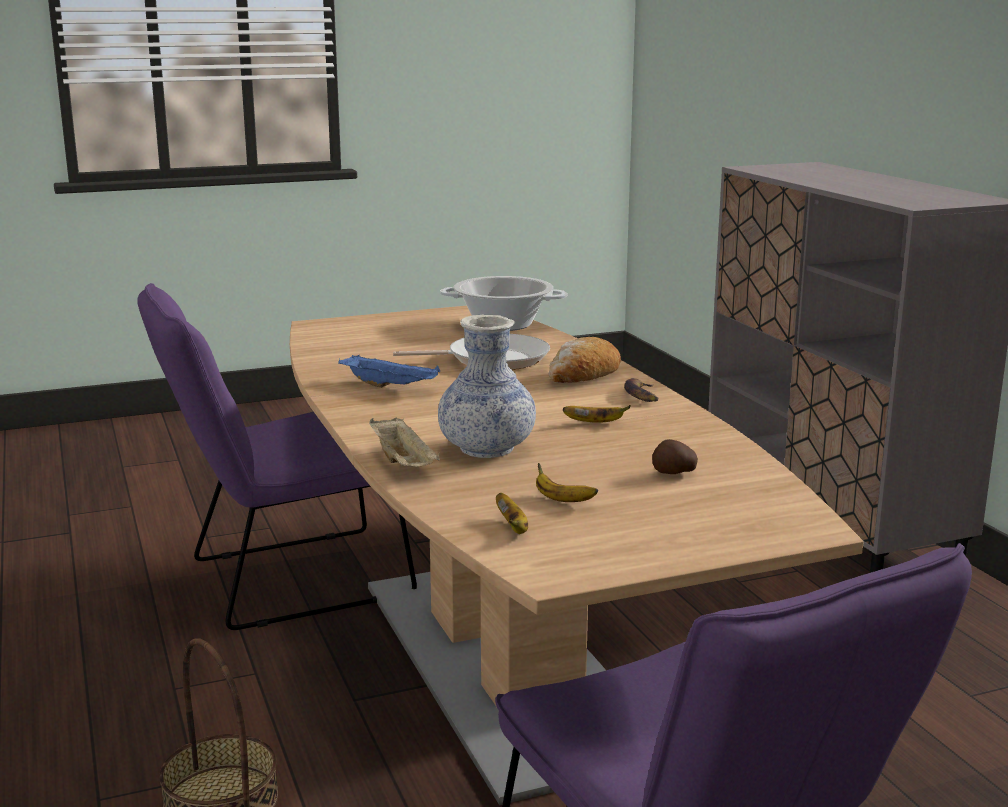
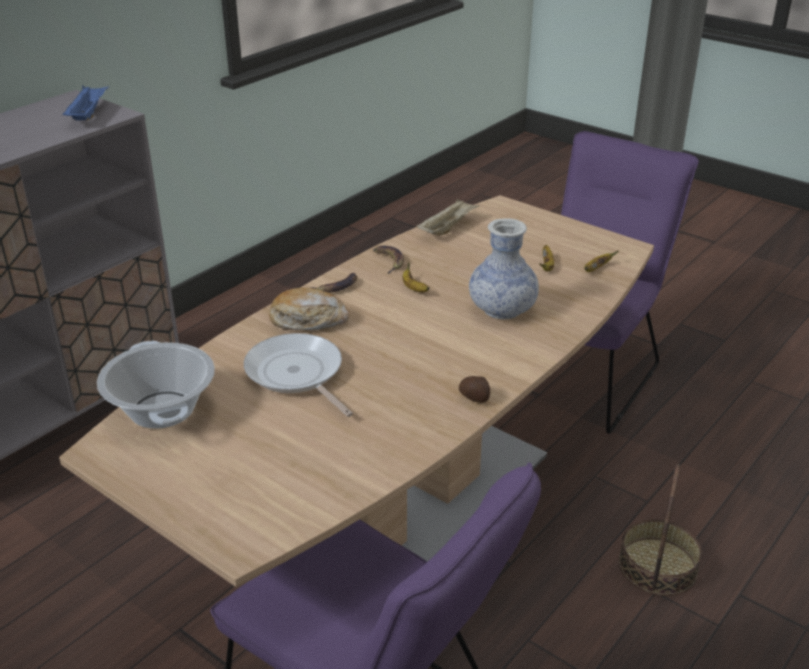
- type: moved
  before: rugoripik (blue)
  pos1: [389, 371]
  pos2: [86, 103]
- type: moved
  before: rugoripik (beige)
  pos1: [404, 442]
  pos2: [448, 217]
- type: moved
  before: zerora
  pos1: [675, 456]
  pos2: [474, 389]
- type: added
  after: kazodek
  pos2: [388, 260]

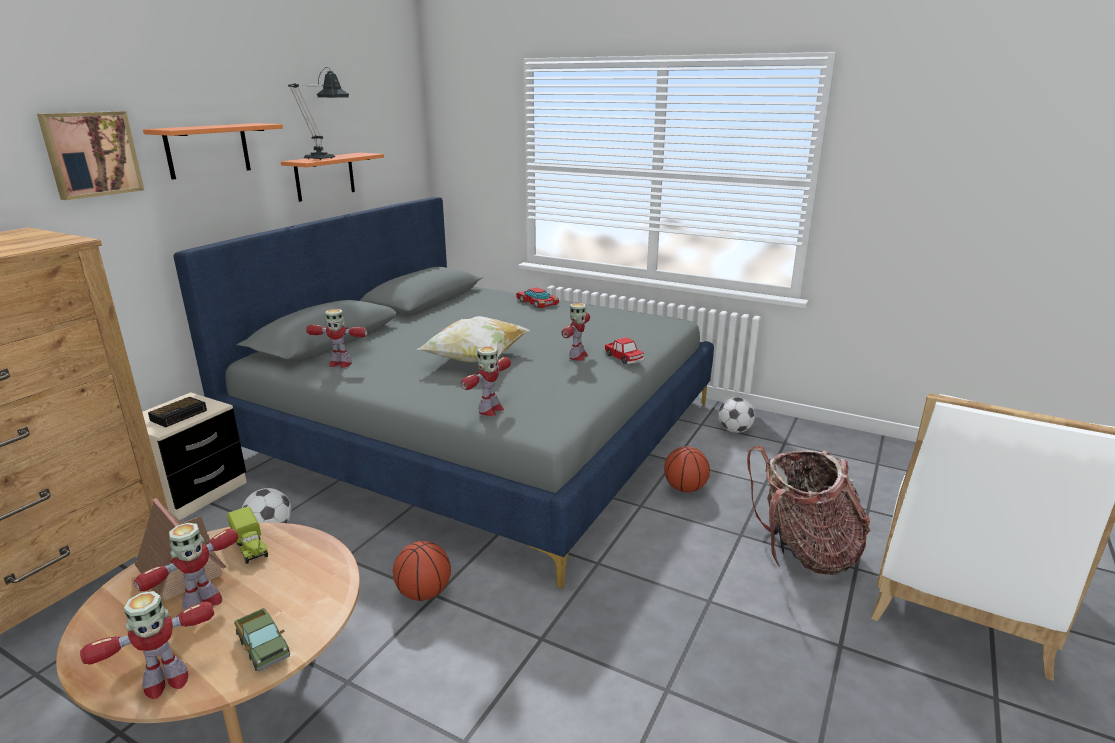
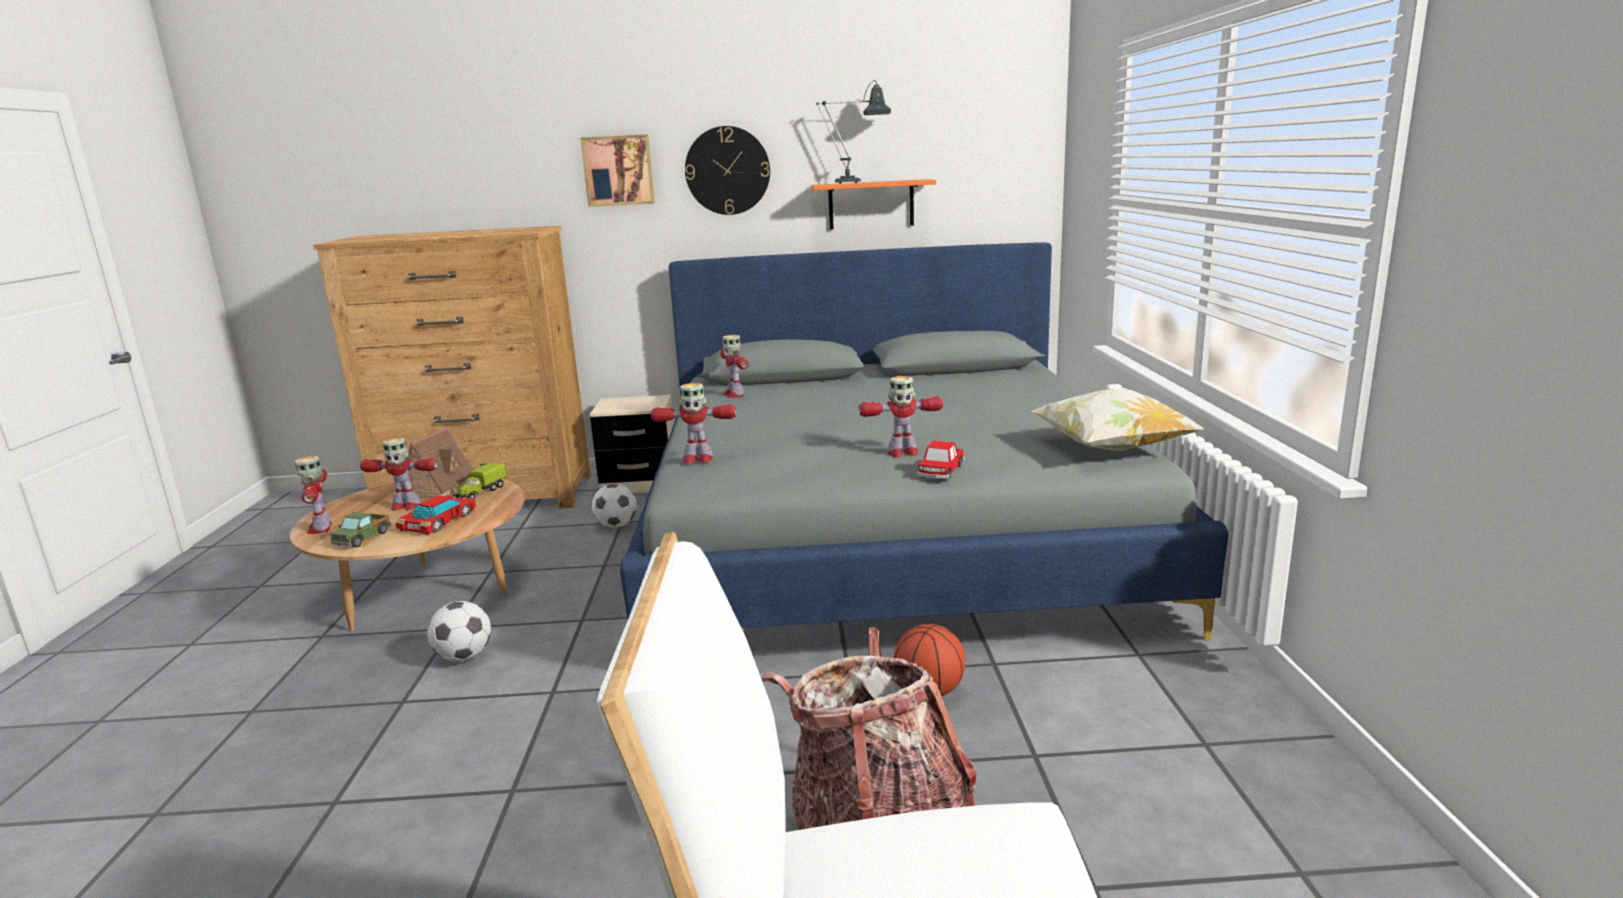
- type: turned
  before: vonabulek
  pos1: [147, 645]
  pos2: [313, 495]
  turn: 45
- type: replaced
  before: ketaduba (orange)
  after: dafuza
  pos1: [213, 151]
  pos2: [727, 170]
- type: removed
  before: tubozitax
  pos1: [177, 412]
- type: removed
  before: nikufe
  pos1: [422, 571]
- type: moved
  before: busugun
  pos1: [474, 339]
  pos2: [1118, 420]
- type: moved
  before: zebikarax
  pos1: [537, 297]
  pos2: [435, 515]
- type: moved
  before: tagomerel
  pos1: [736, 415]
  pos2: [459, 631]

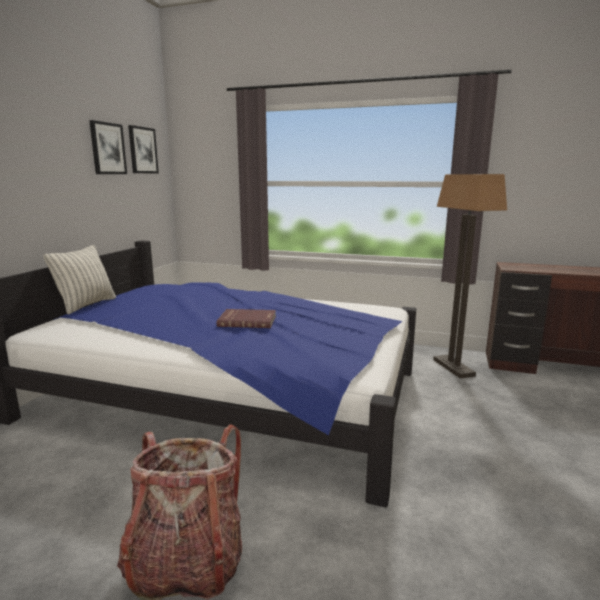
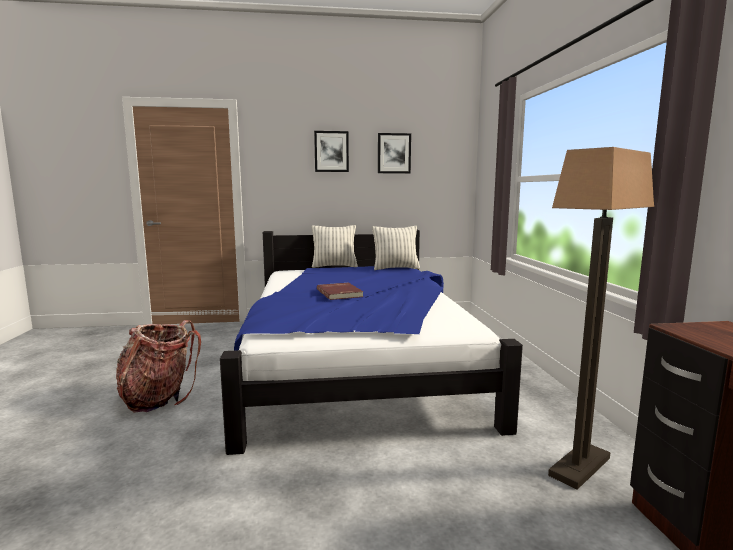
- type: moved
  before: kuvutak
  pos1: [143, 149]
  pos2: [331, 151]
- type: added
  after: busugun
  pos2: [396, 248]

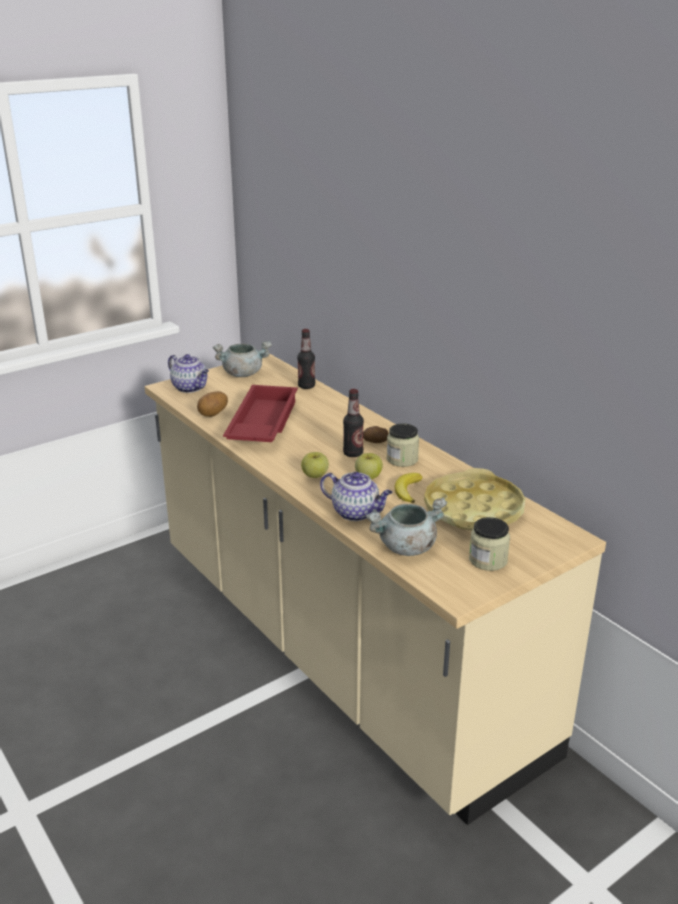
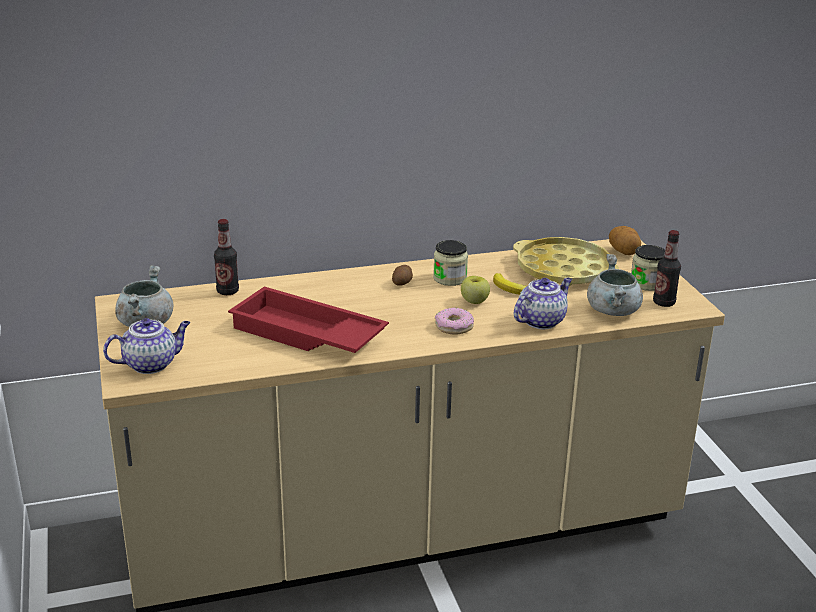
- type: moved
  before: zerora
  pos1: [212, 404]
  pos2: [625, 240]
- type: replaced
  before: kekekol
  after: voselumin
  pos1: [315, 465]
  pos2: [454, 321]
- type: moved
  before: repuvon
  pos1: [353, 423]
  pos2: [667, 268]

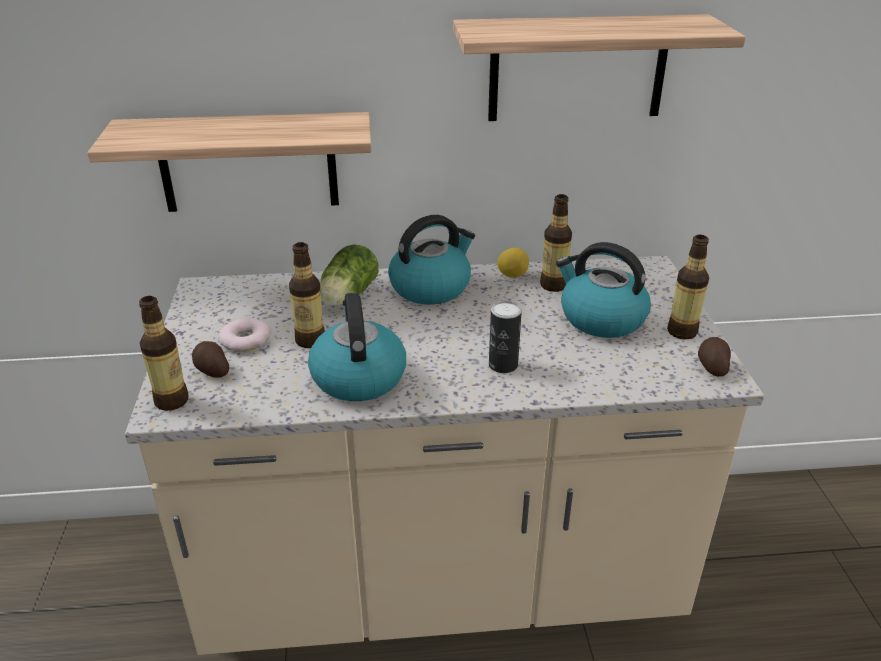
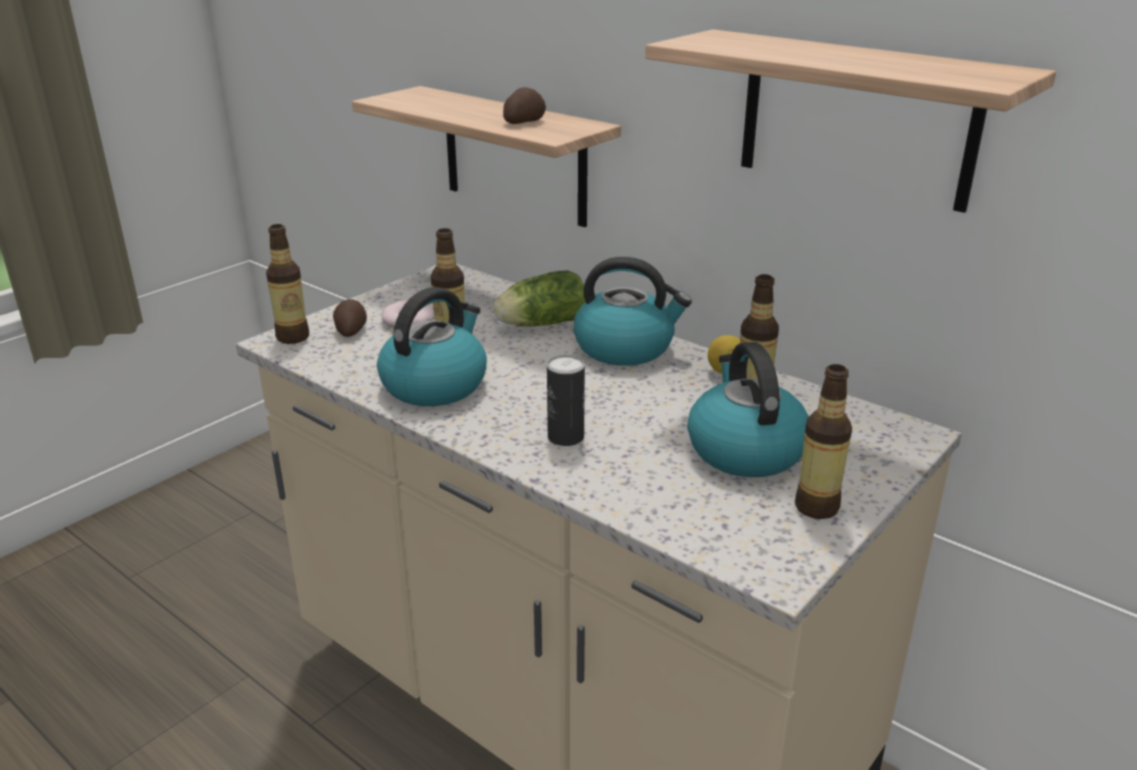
- type: moved
  before: zerora
  pos1: [714, 357]
  pos2: [524, 105]

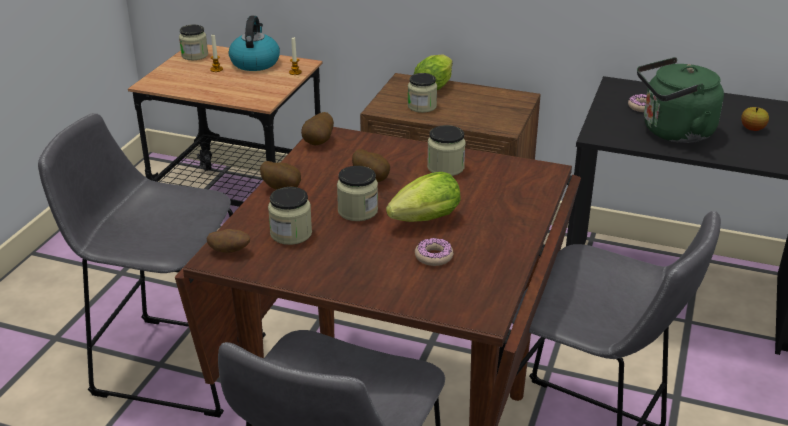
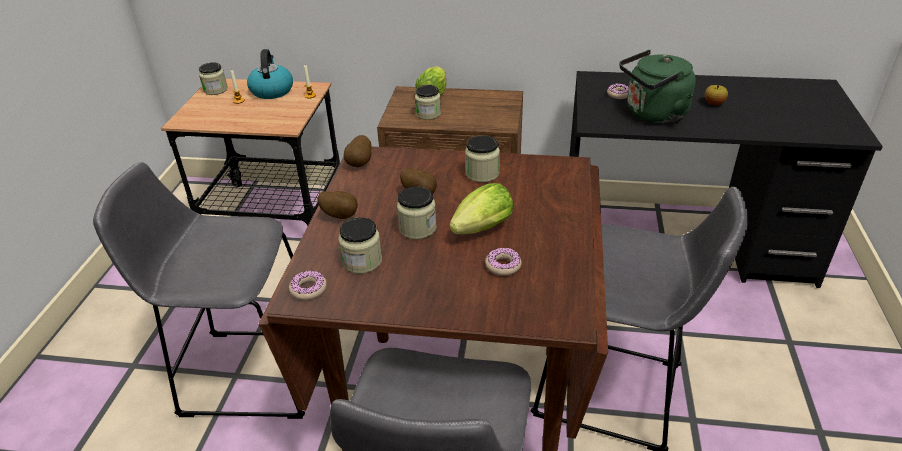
- type: replaced
  before: zerora
  after: voselumin
  pos1: [228, 241]
  pos2: [308, 285]

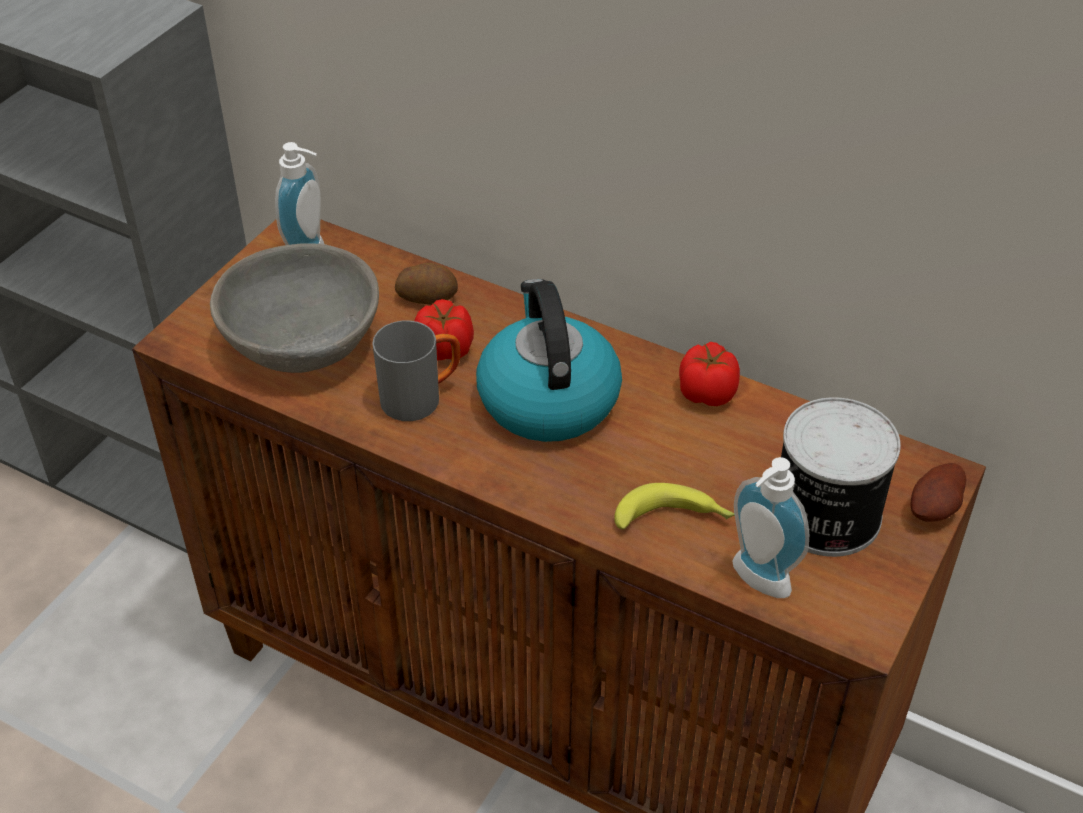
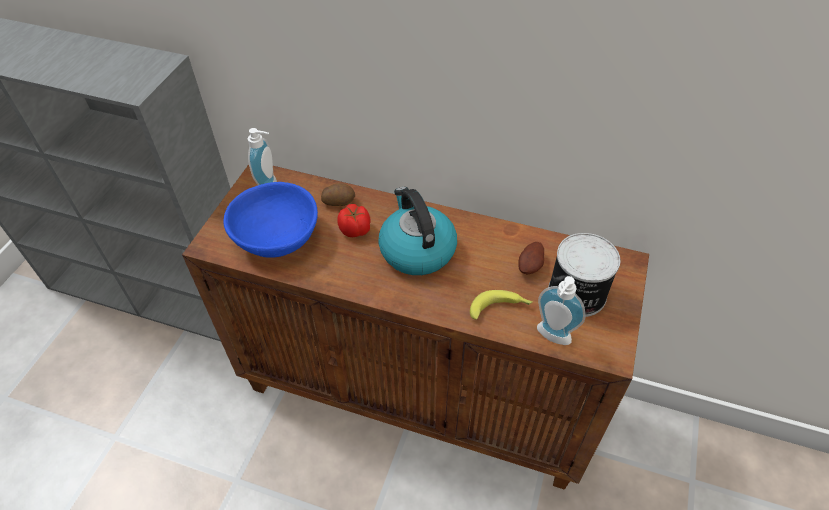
- type: recoloured
  before: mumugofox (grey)
  after: mumugofox (blue)
  pos1: [294, 308]
  pos2: [270, 220]
- type: removed
  before: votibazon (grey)
  pos1: [416, 370]
- type: removed
  before: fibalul
  pos1: [709, 374]
- type: moved
  before: zerora
  pos1: [938, 492]
  pos2: [531, 258]

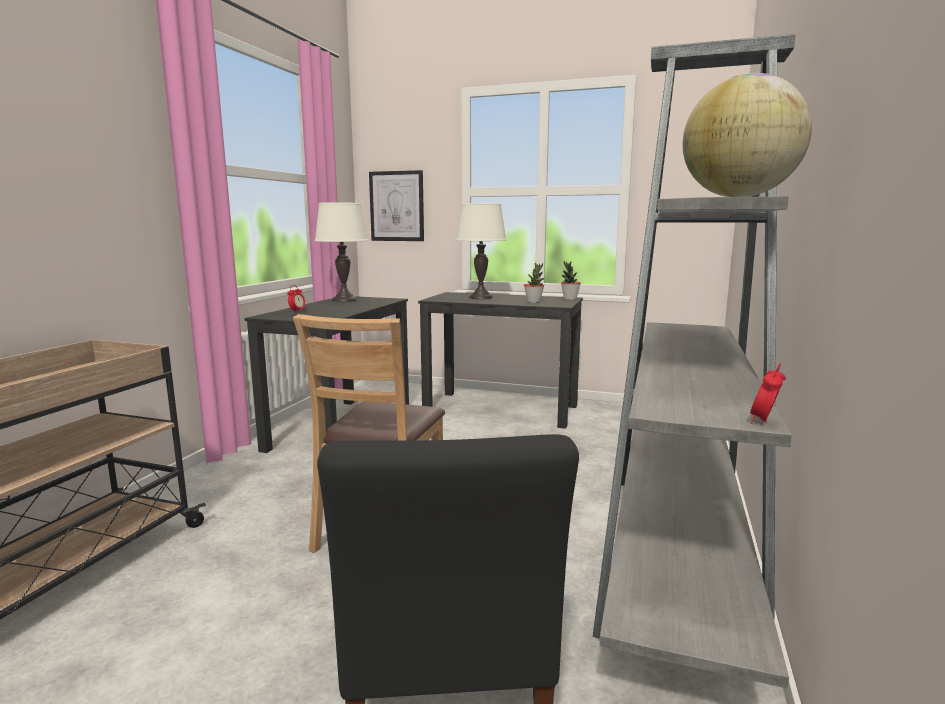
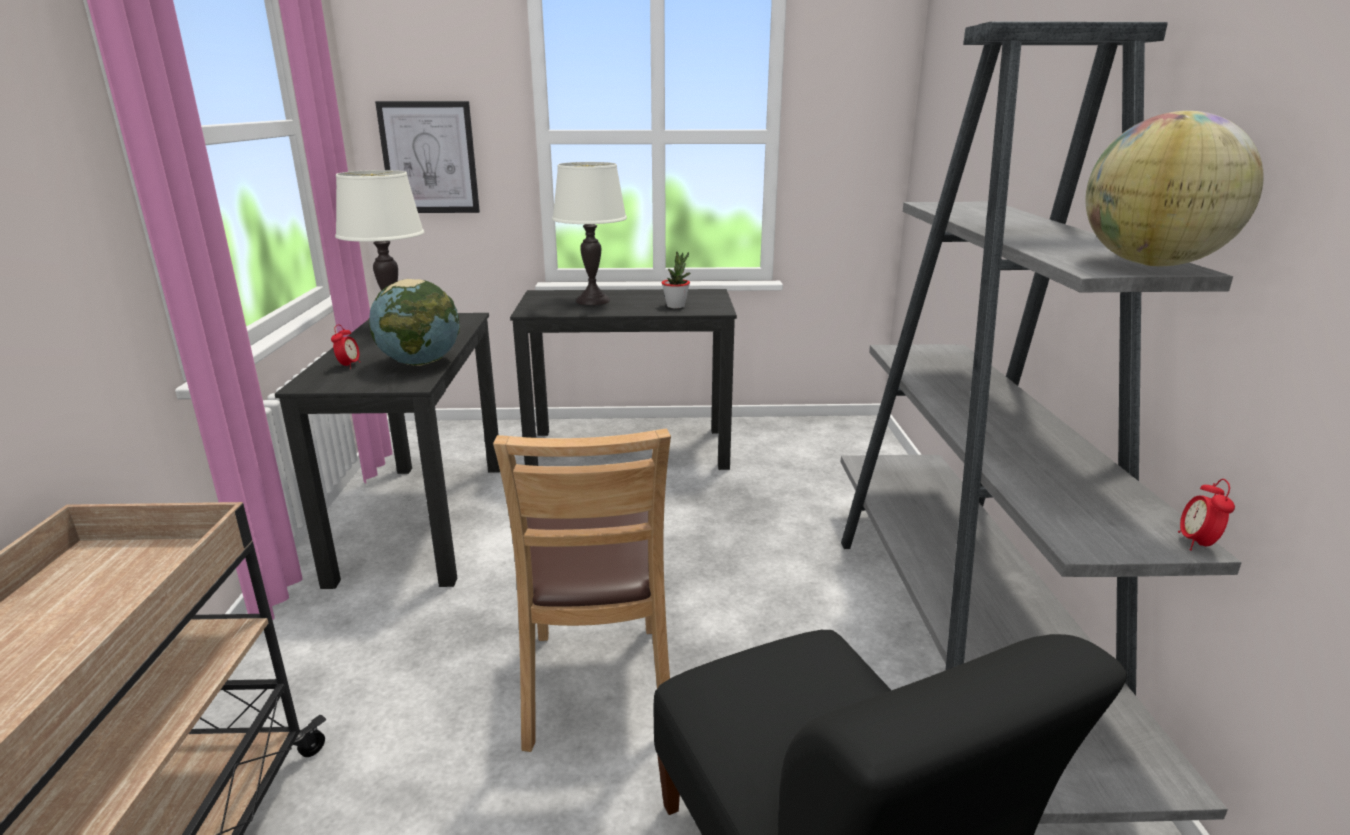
- type: removed
  before: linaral
  pos1: [571, 280]
- type: added
  after: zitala
  pos2: [414, 322]

